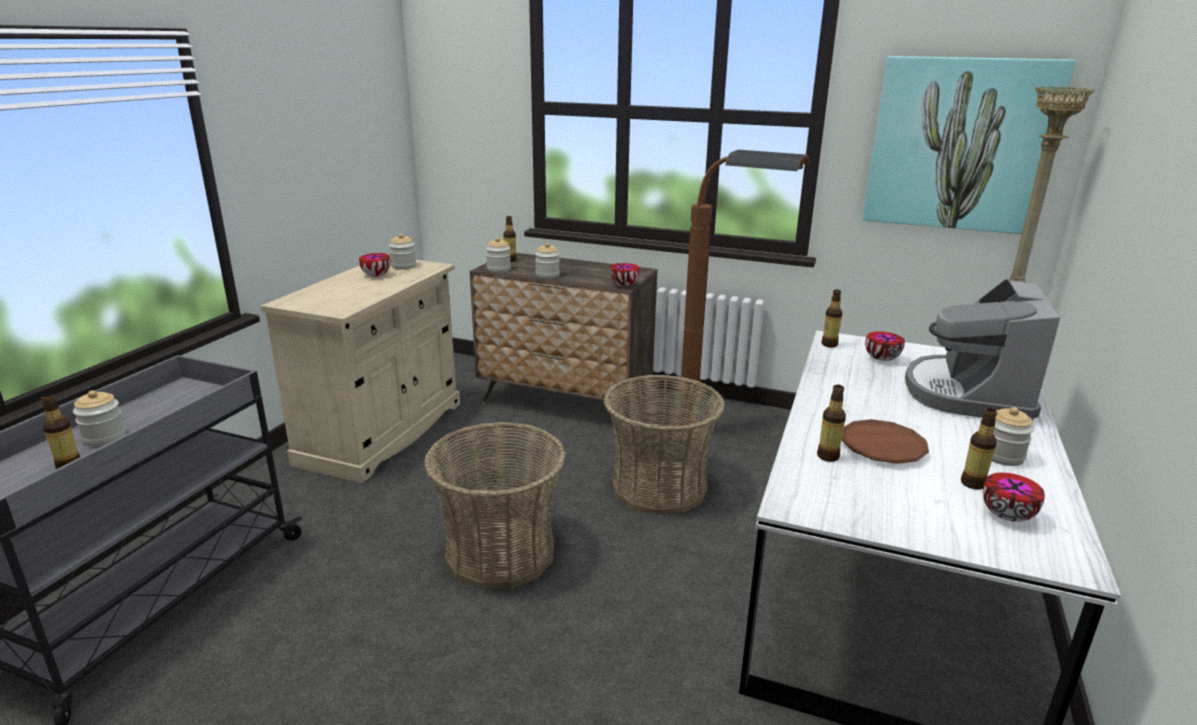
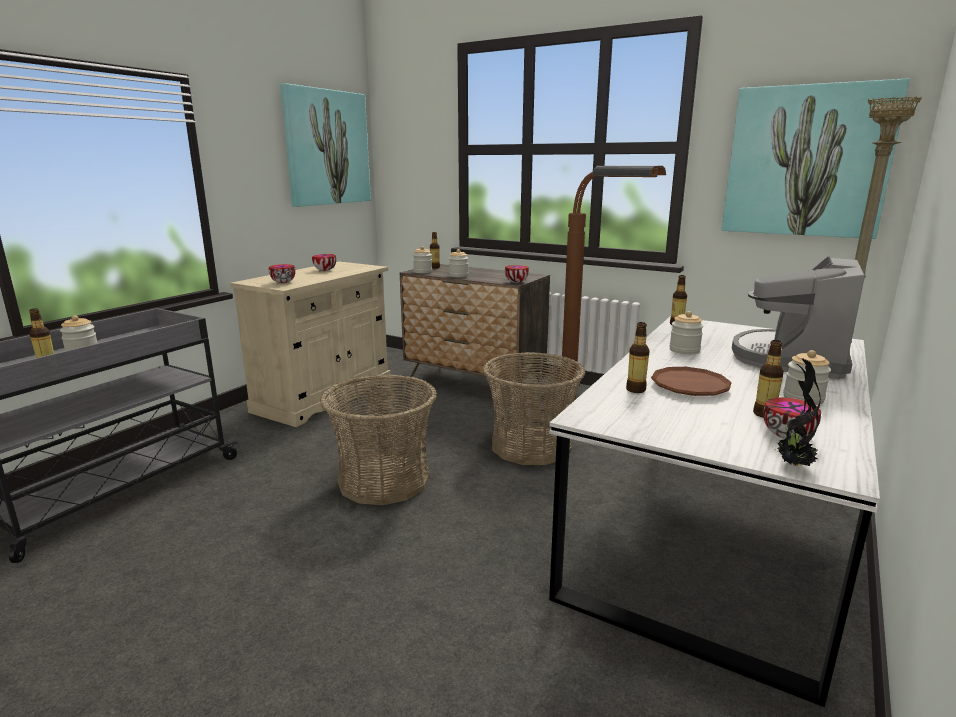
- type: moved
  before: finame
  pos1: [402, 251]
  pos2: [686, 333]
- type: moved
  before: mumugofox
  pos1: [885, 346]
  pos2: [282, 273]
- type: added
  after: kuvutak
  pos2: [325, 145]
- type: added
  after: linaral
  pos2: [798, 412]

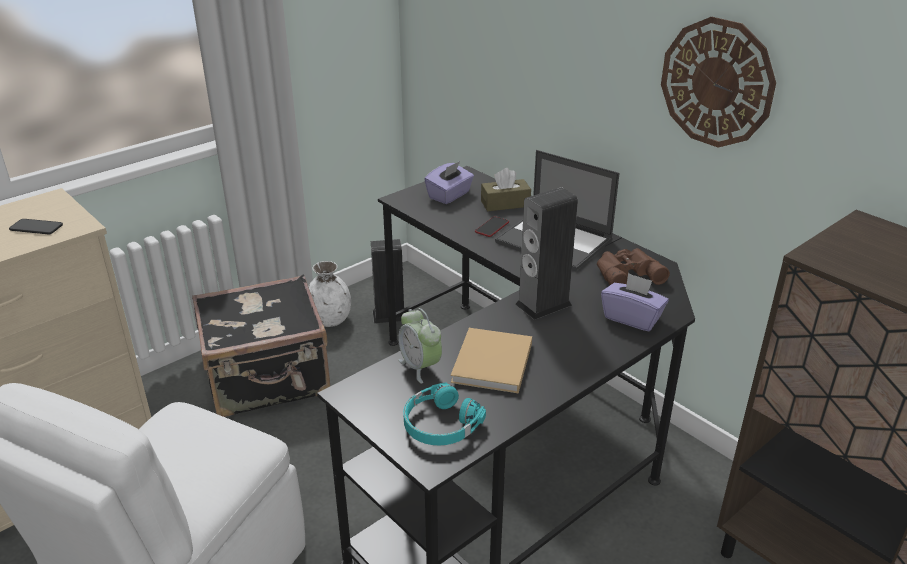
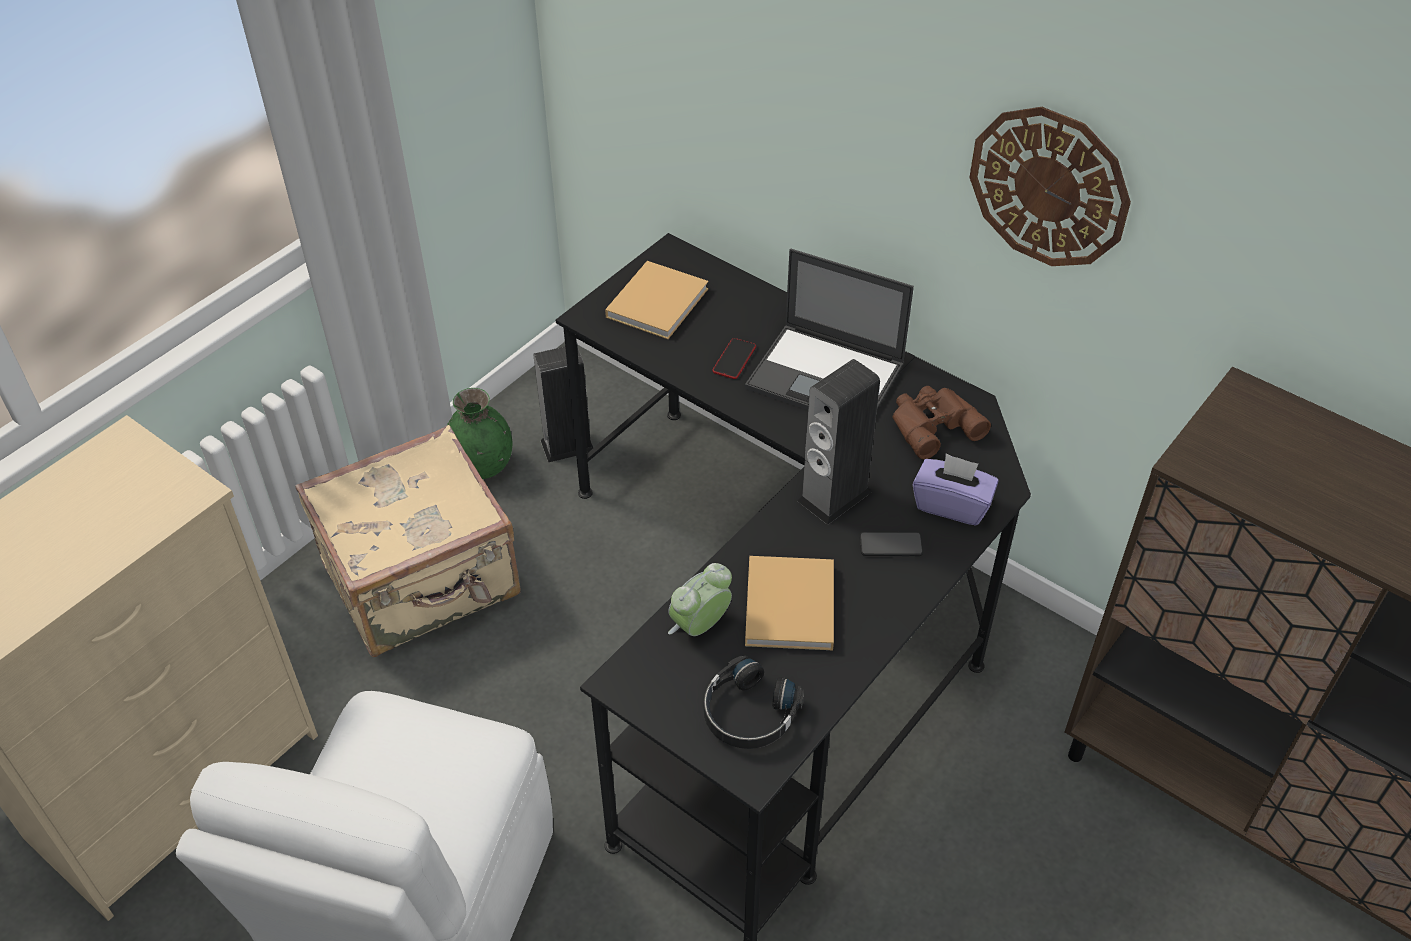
- type: moved
  before: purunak
  pos1: [36, 226]
  pos2: [891, 544]
- type: recoloured
  before: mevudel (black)
  after: mevudel (beige)
  pos1: [261, 346]
  pos2: [408, 541]
- type: recoloured
  before: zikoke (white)
  after: zikoke (green)
  pos1: [329, 294]
  pos2: [480, 433]
- type: turned
  before: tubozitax
  pos1: [420, 346]
  pos2: [700, 599]
  turn: 90
- type: recoloured
  before: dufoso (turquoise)
  after: dufoso (black)
  pos1: [444, 414]
  pos2: [754, 702]
- type: replaced
  before: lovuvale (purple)
  after: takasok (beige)
  pos1: [449, 182]
  pos2: [656, 300]
- type: removed
  before: lovuvale (brown)
  pos1: [506, 190]

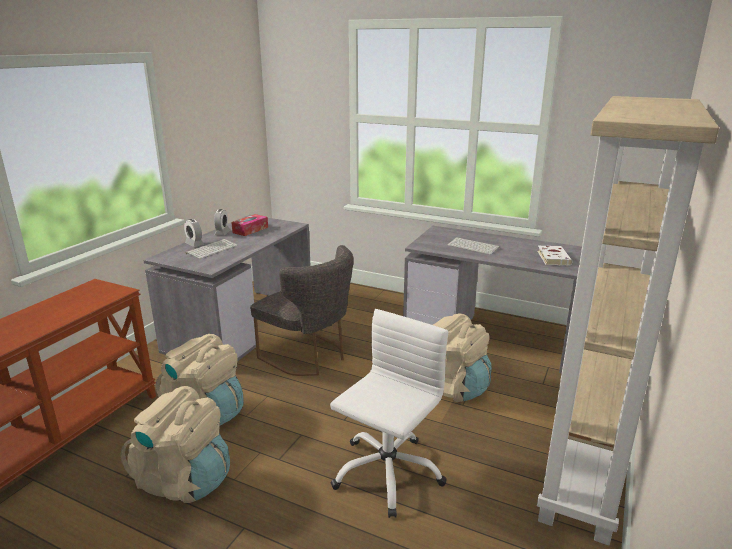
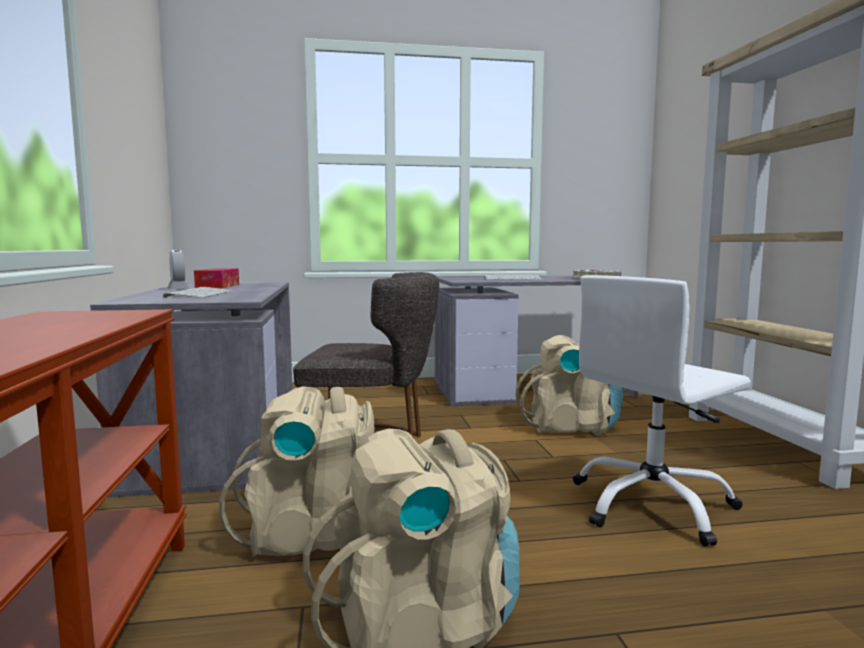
- type: removed
  before: tubozitax
  pos1: [194, 233]
- type: turned
  before: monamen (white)
  pos1: [389, 413]
  pos2: [662, 411]
  turn: -120

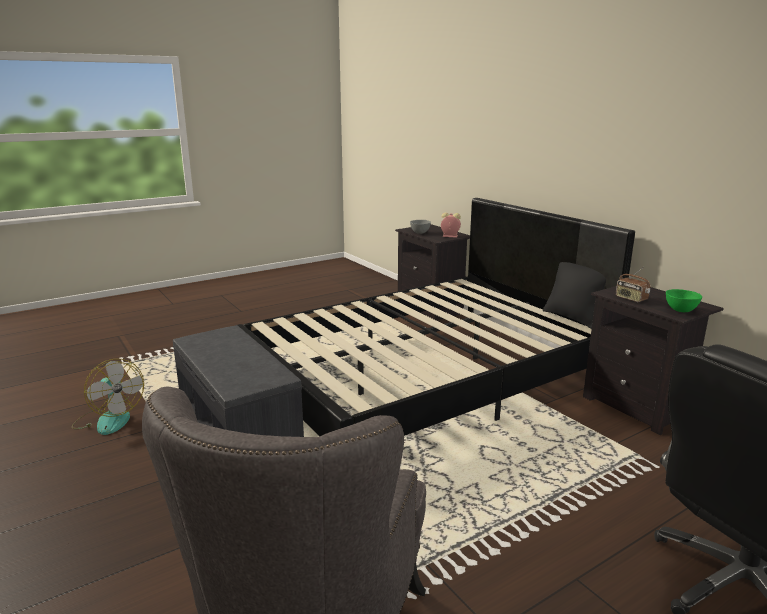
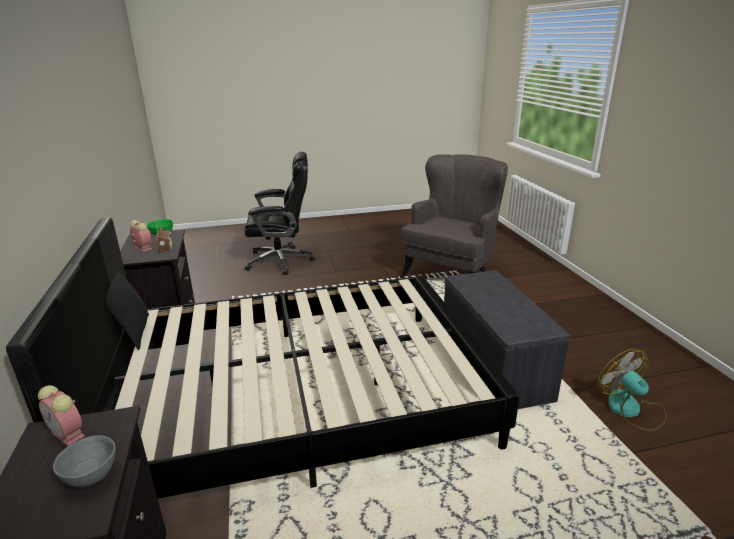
- type: added
  after: tubozitax
  pos2: [141, 236]

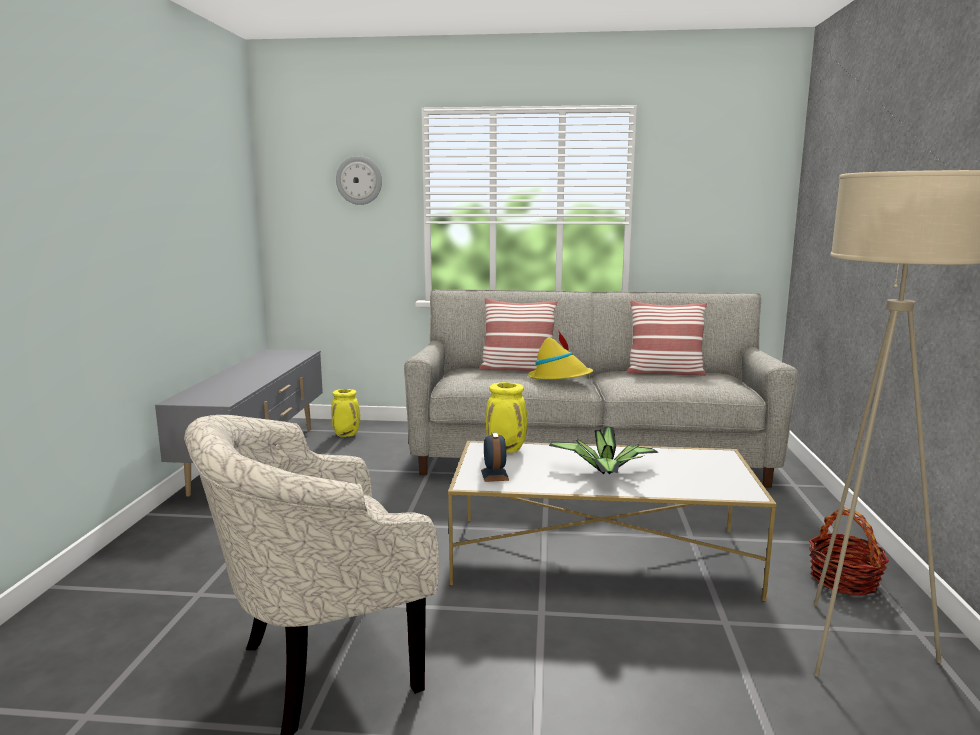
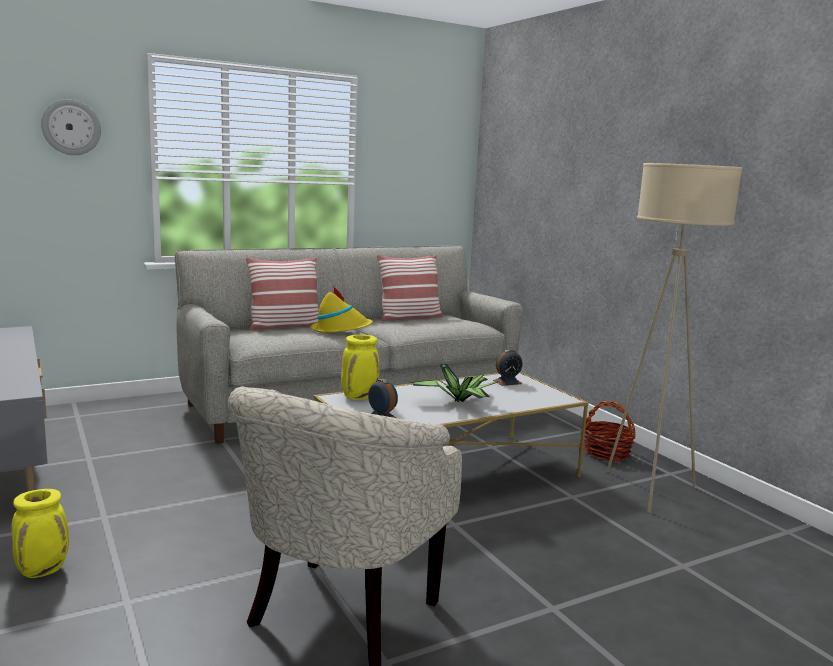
- type: moved
  before: zikoke (yellow)
  pos1: [345, 413]
  pos2: [40, 533]
- type: added
  after: tubozitax
  pos2: [508, 367]

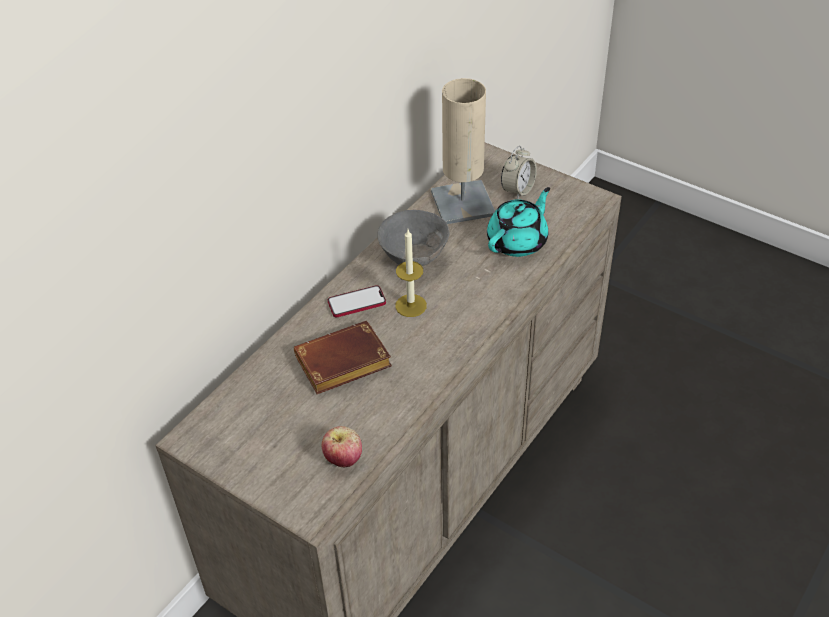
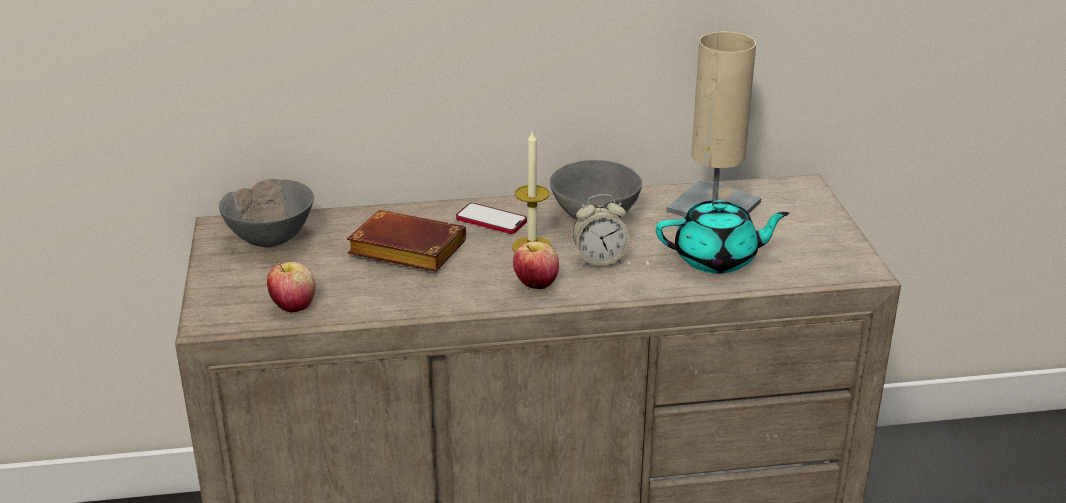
- type: moved
  before: tubozitax
  pos1: [519, 173]
  pos2: [601, 230]
- type: added
  after: mumugofox (grey)
  pos2: [266, 213]
- type: added
  after: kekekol
  pos2: [536, 265]

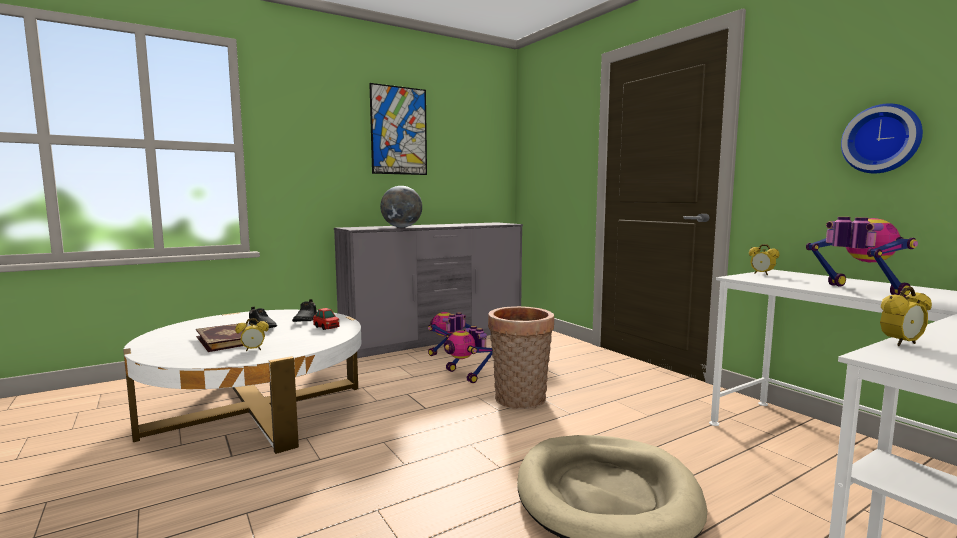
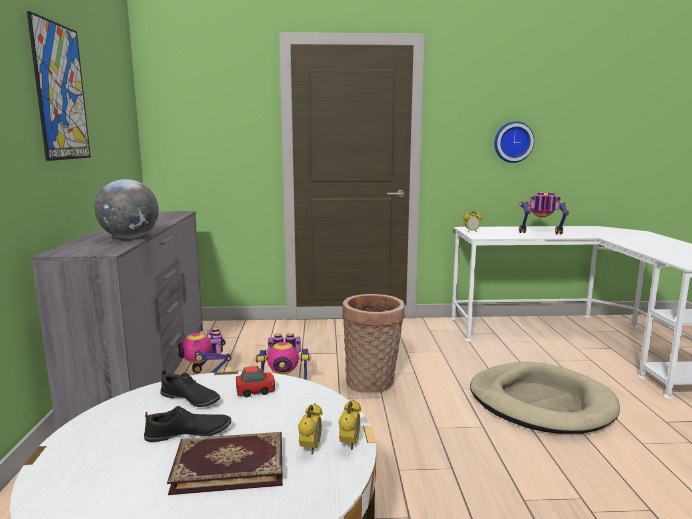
- type: moved
  before: tubozitax
  pos1: [906, 316]
  pos2: [350, 425]

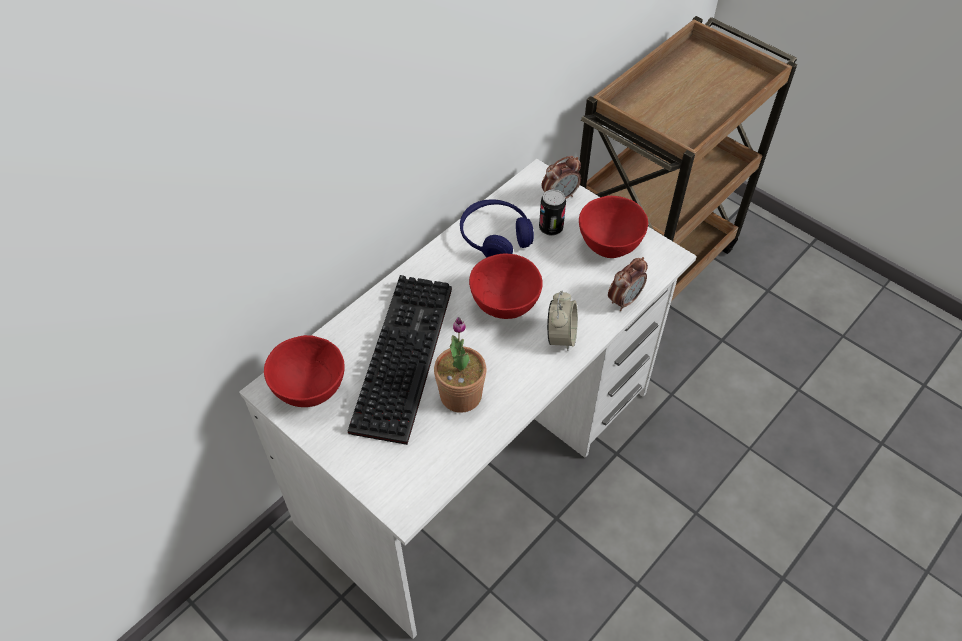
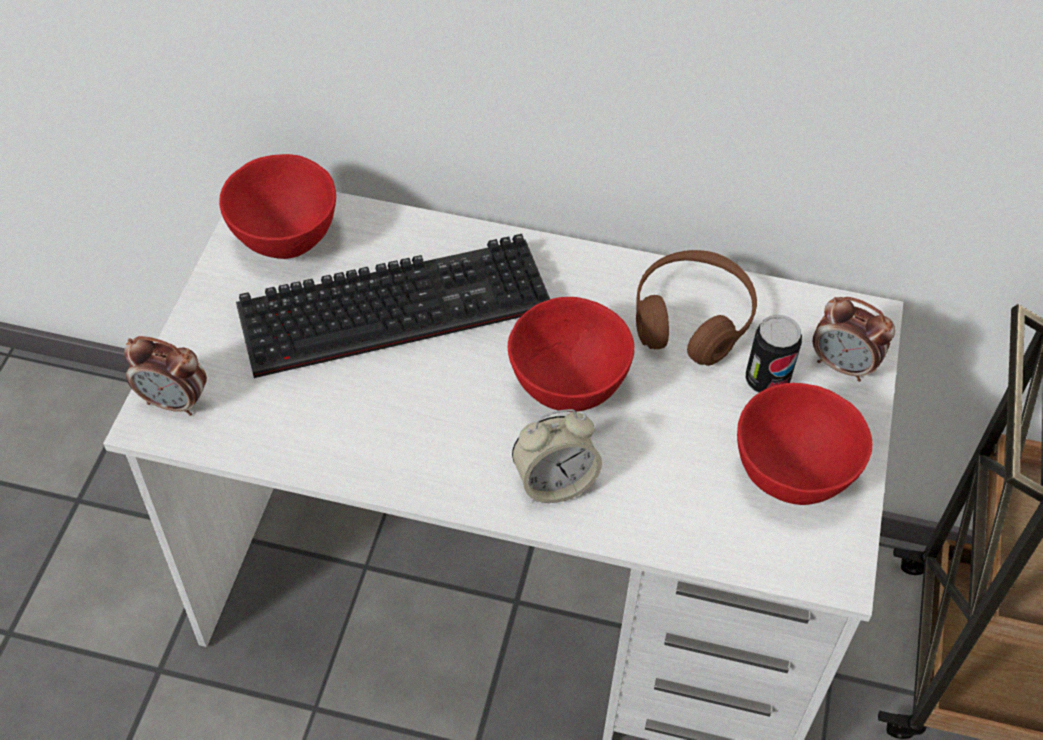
- type: removed
  before: linaral
  pos1: [460, 365]
- type: recoloured
  before: dufoso (blue)
  after: dufoso (brown)
  pos1: [497, 228]
  pos2: [696, 308]
- type: moved
  before: tubozitax
  pos1: [628, 284]
  pos2: [165, 376]

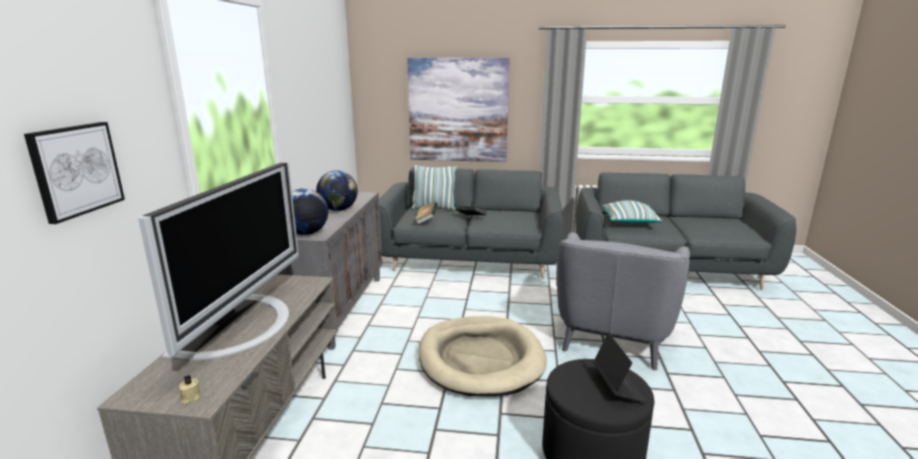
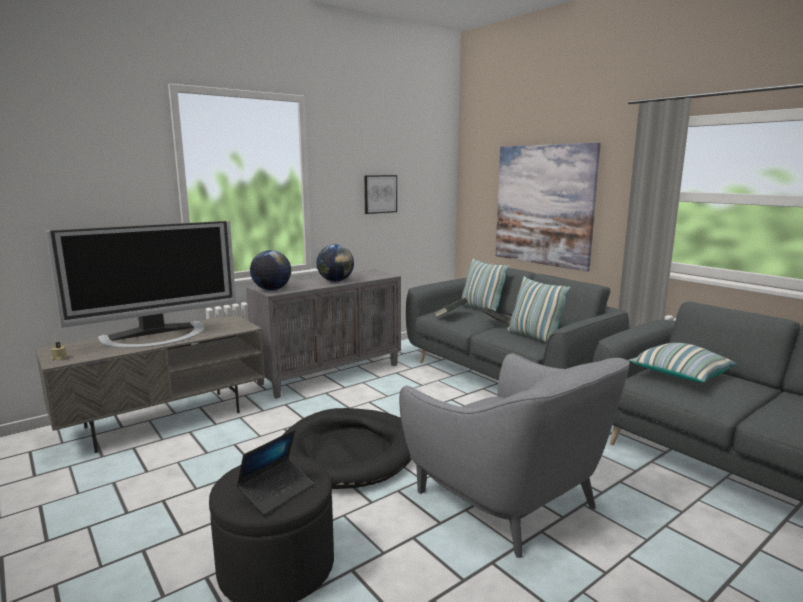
- type: moved
  before: kuvutak
  pos1: [74, 173]
  pos2: [380, 194]
- type: recoloured
  before: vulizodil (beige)
  after: vulizodil (black)
  pos1: [482, 356]
  pos2: [347, 448]
- type: turned
  before: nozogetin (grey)
  pos1: [623, 301]
  pos2: [514, 455]
  turn: -105
- type: added
  after: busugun
  pos2: [538, 309]

